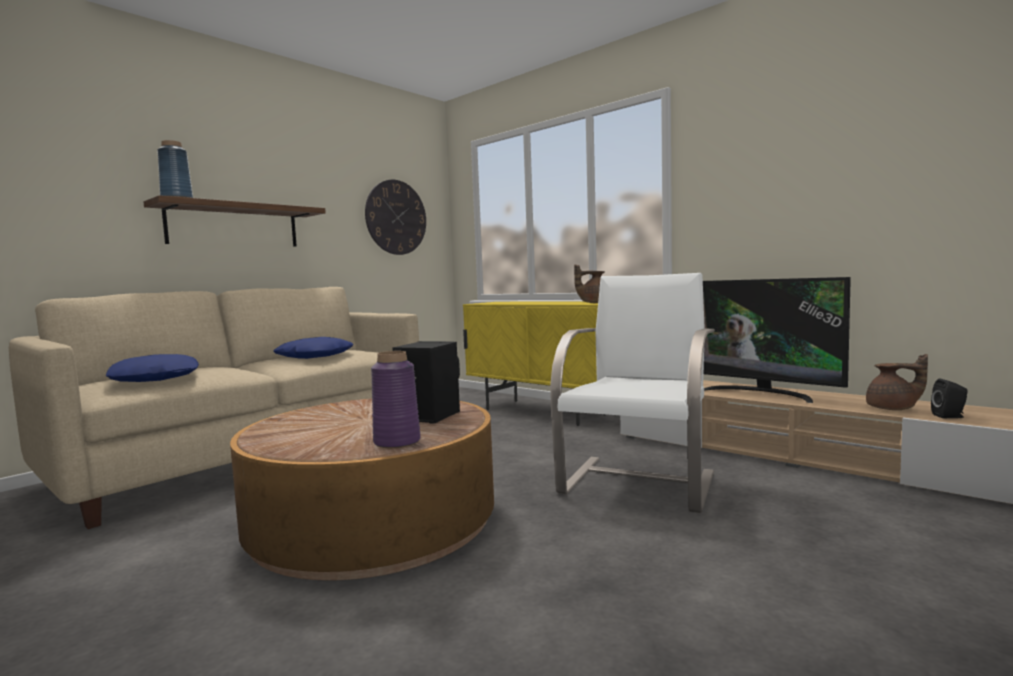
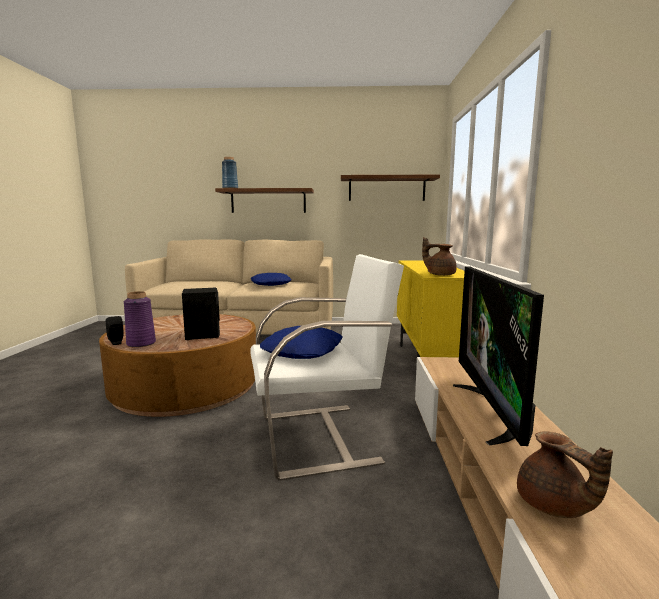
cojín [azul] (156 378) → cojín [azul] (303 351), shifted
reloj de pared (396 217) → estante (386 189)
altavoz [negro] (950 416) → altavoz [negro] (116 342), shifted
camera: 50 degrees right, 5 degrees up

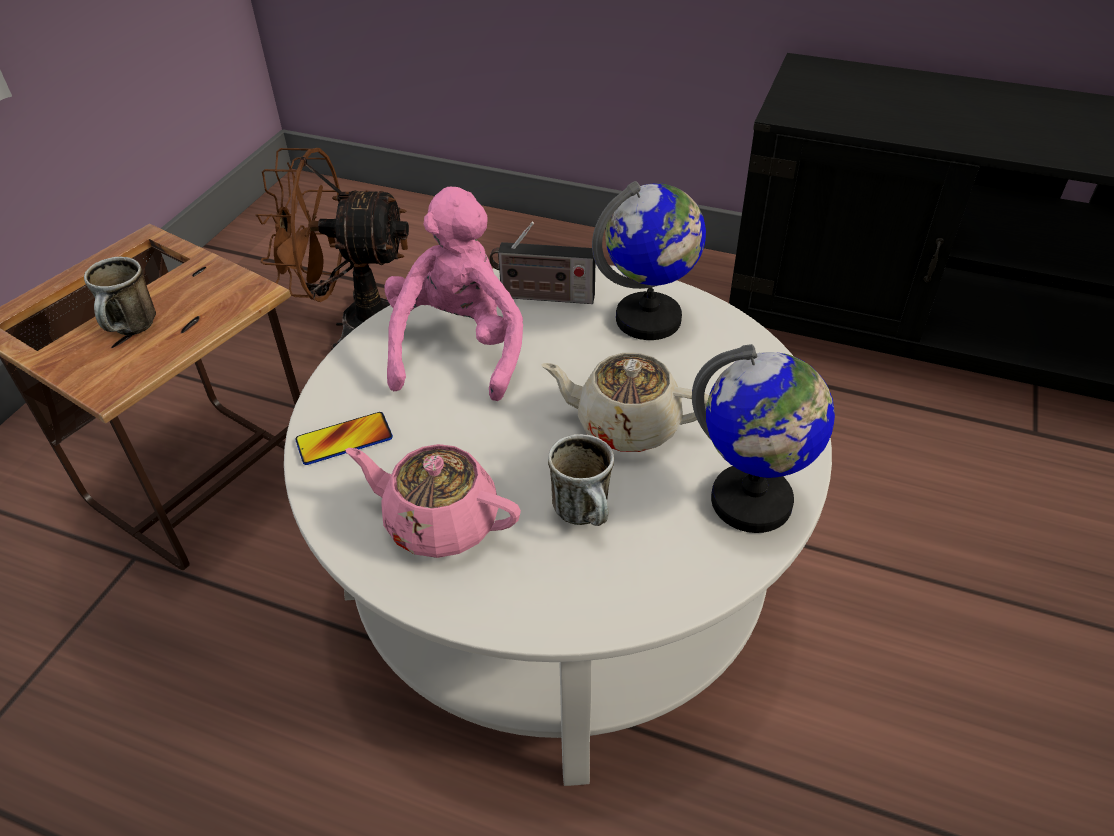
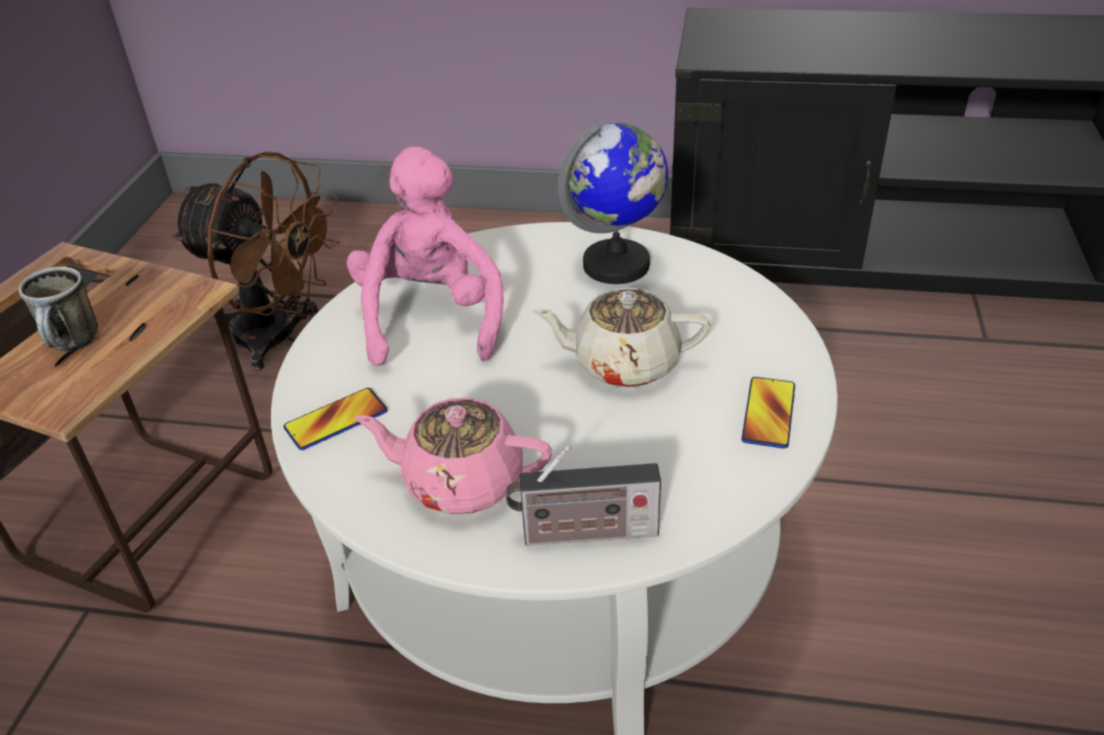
ventilador [marrón] (355 326) → ventilador [marrón] (280 338), 150 degrees counterclockwise
radio (542 296) → radio (584 534), shifted
taza grande (586 515) → -
globo terráqueo (751 502) → móvil (768 413)
camera: 10 degrees left, 5 degrees down

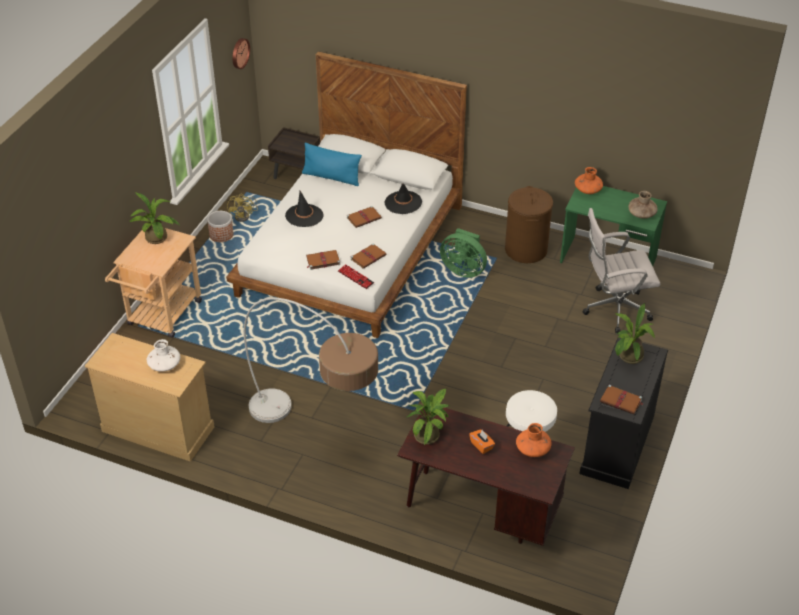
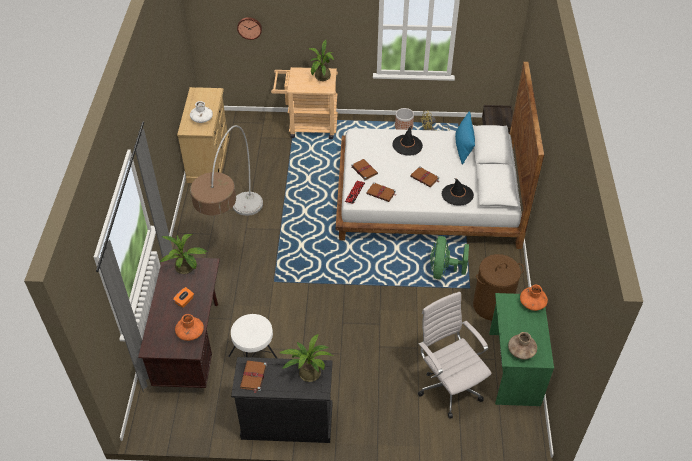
reloj de pared (239 53) → reloj de pared (249 27), shifted
camera: 70 degrees right, 5 degrees up

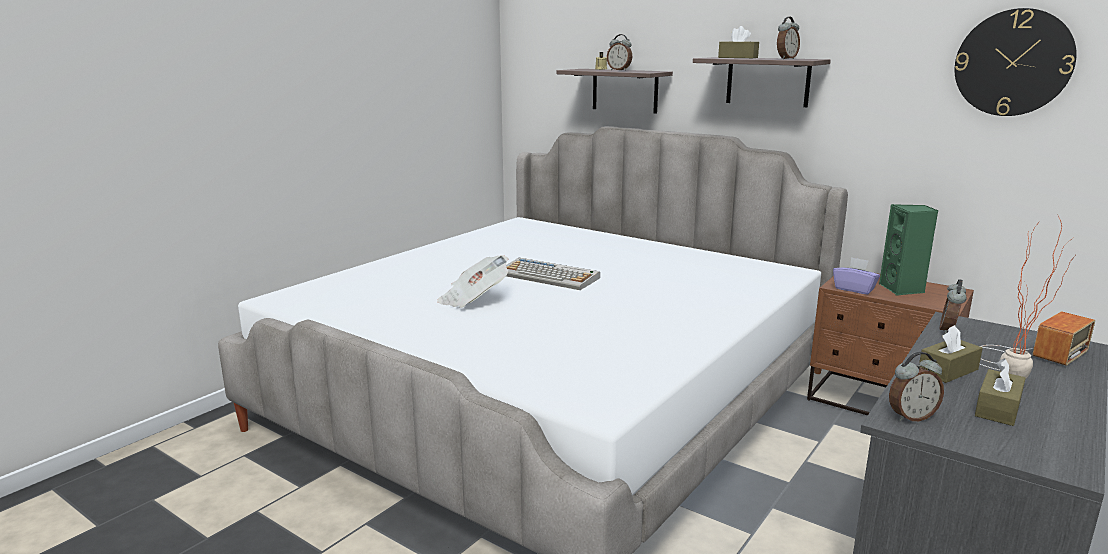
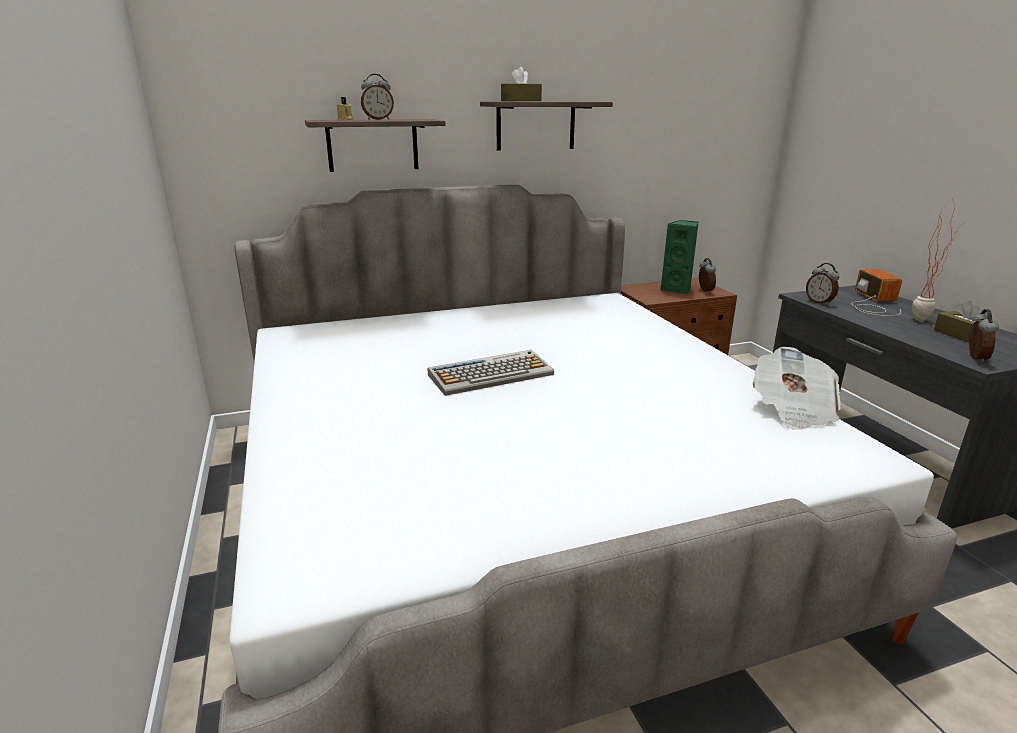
periódico (473 300) → periódico (792 409), shifted
despertador (786 58) → despertador (704 291), shifted
caja de pañuelos [morado] (854 289) → -
caja de pañuelos [marrón] (948 370) → -
reloj de pared (1013 63) → -
camera: 55 degrees left, 5 degrees up

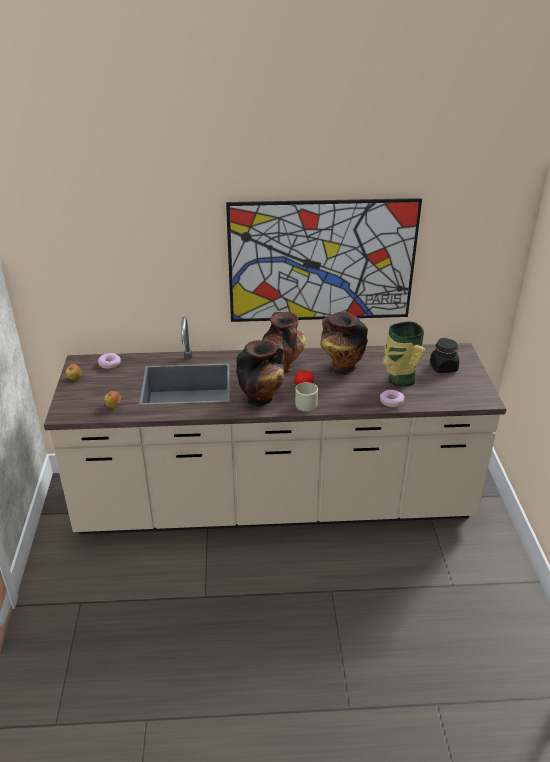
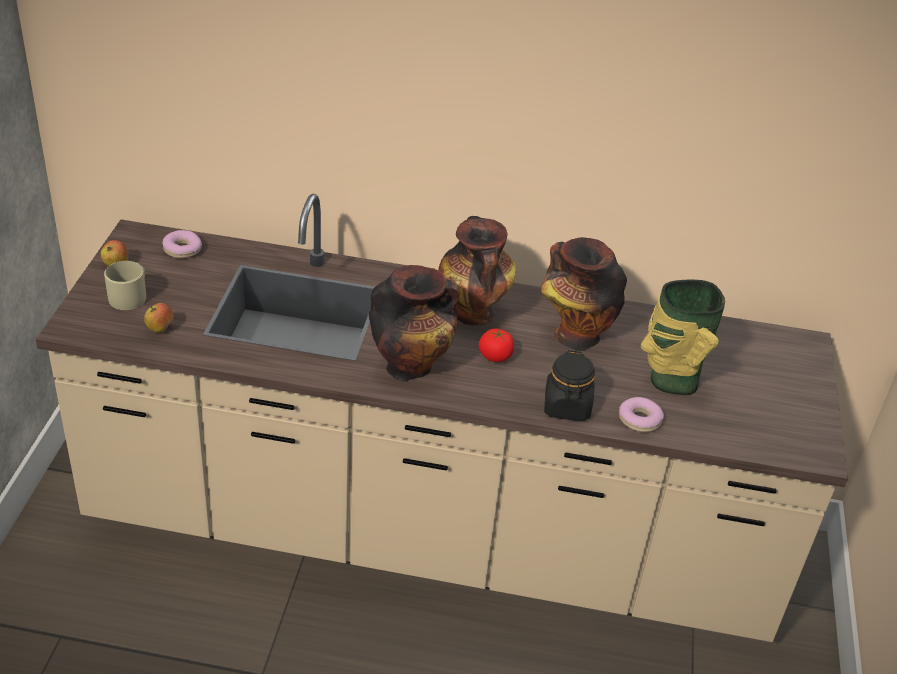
cuadro (321 262) → -
taza grande [beis] (306 403) → taza grande [beis] (130 296), shifted
tarro [negro] (443 367) → tarro [negro] (567 406), shifted
camera: 10 degrees right, 5 degrees up

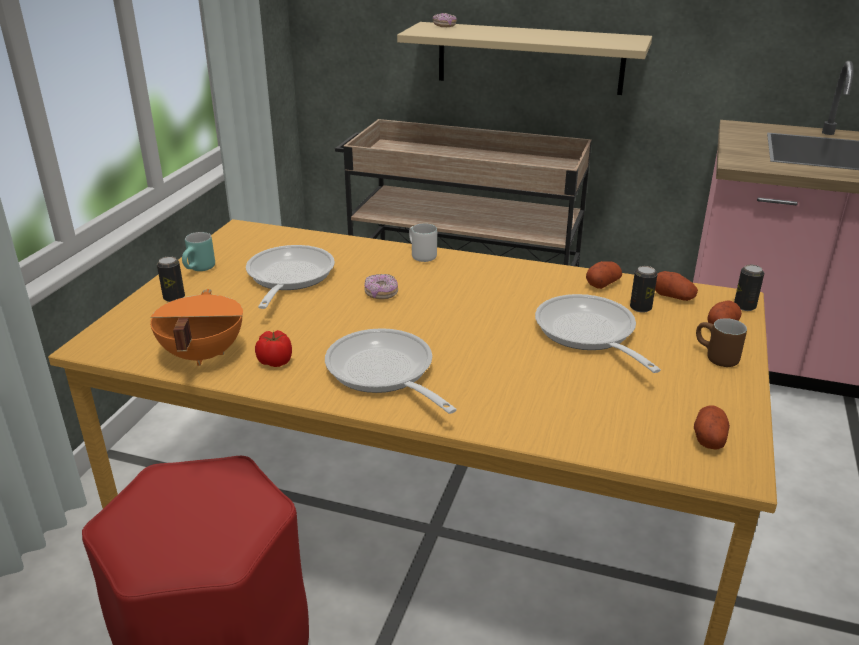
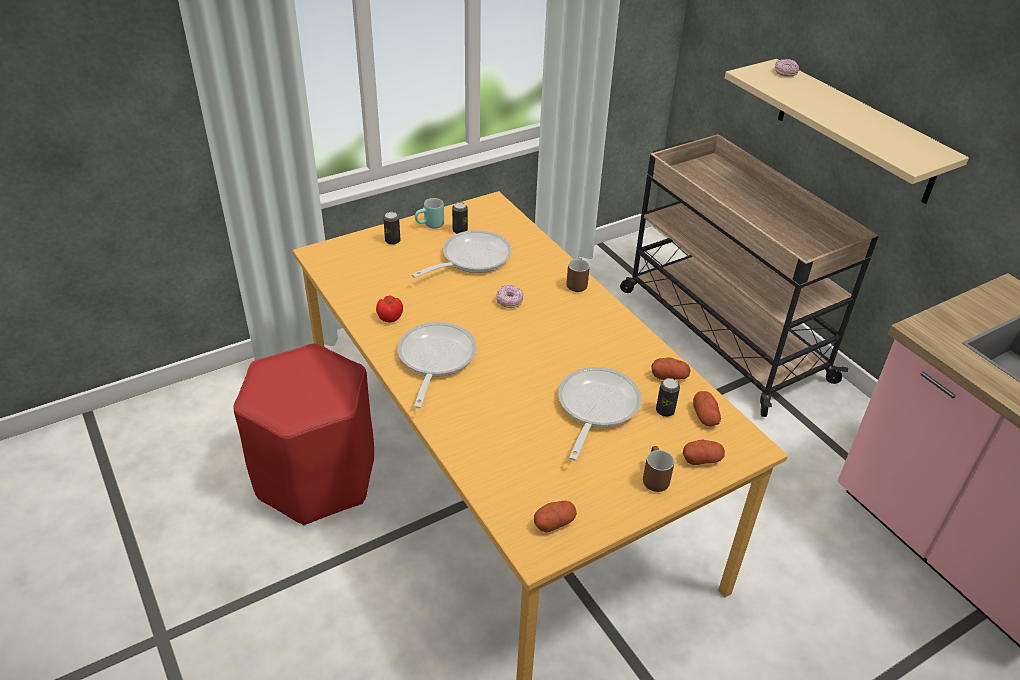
olla [naranja] (201 355) → -
taza grande [blanco] (419 256) → taza grande [marrón] (575 283)
lata (744 306) → lata (460 231), shifted
camera: 40 degrees right, 10 degrees up

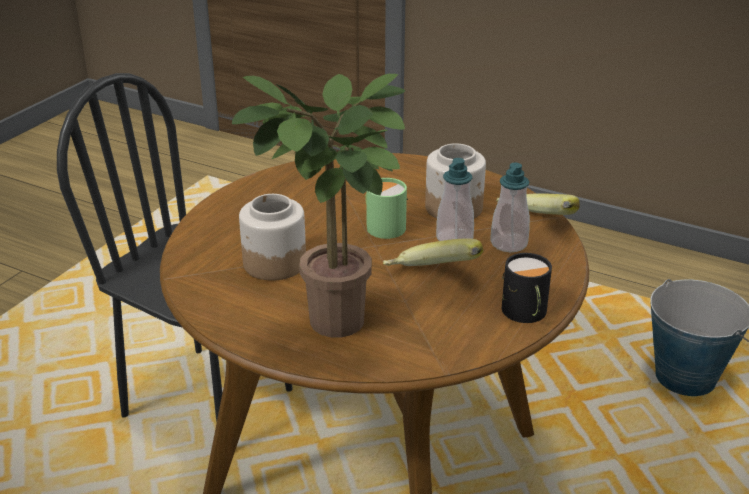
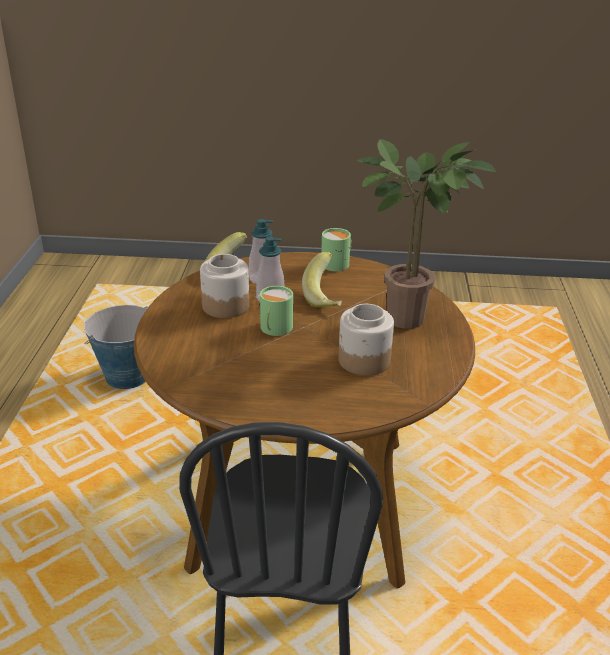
taza grande [negro] (525 313) → taza grande [verde] (338 263)
camera: 115 degrees left, 0 degrees up

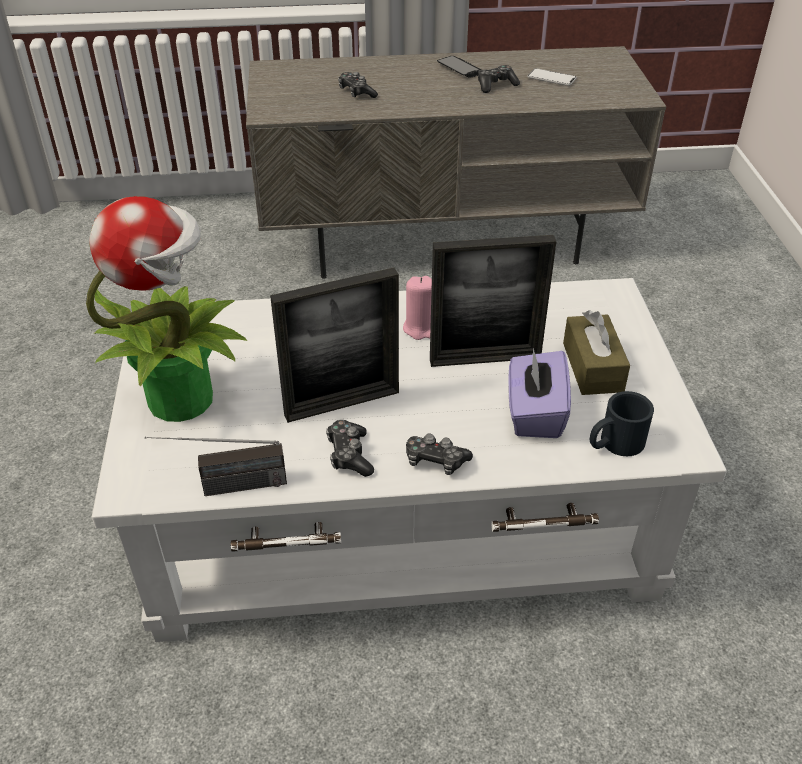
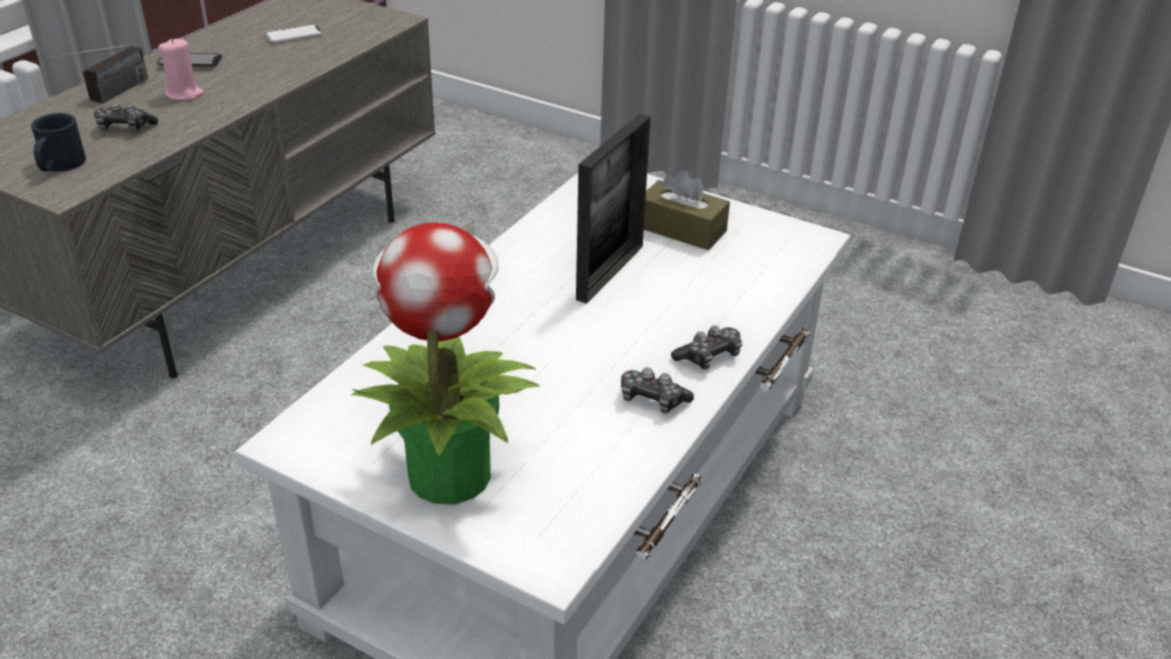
radio (222 488) → radio (108 96), shifted
portarretratos (342 403) → -
vela [rosa] (420 328) → vela [rosa] (184 94), shifted
mando de consola (496 85) → -
caja de pañuelos [morado] (534 413) → -
taza grande [negro] (614 444) → taza grande [negro] (59 166), shifted
camera: 55 degrees left, 5 degrees down

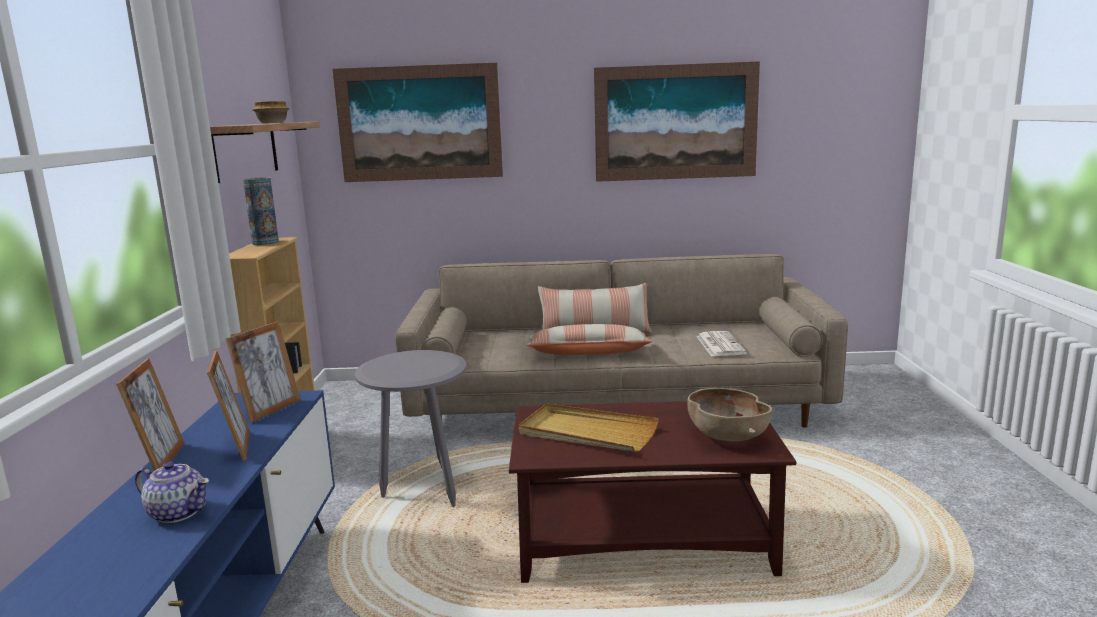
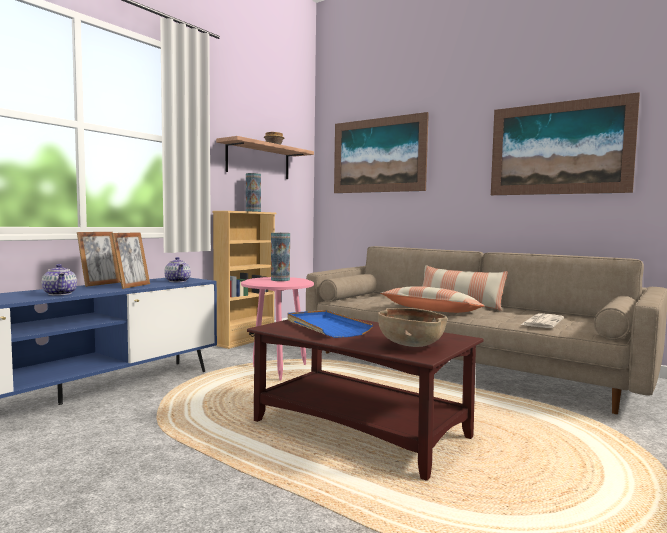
portarretratos (270 409) → tetera (178 281)
mesa auxiliar [gris] (422 491) → mesa auxiliar [rosa] (277 370)
bandeja [beis] (587 432) → bandeja [azul] (325 327)
- → florero (280 280)
camera: 35 degrees right, 10 degrees down

